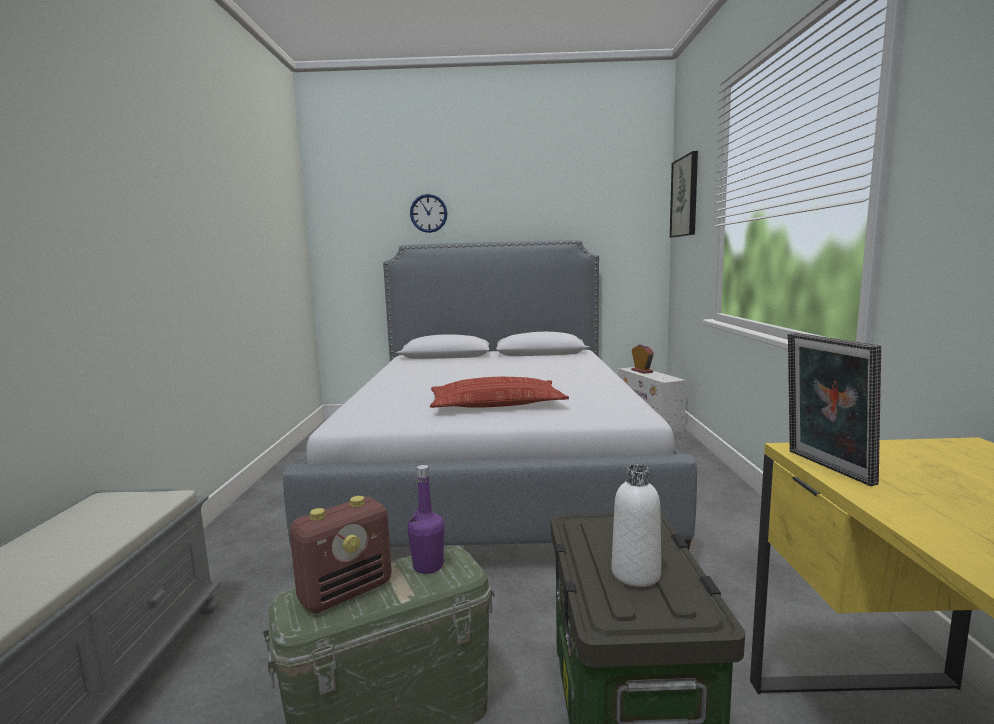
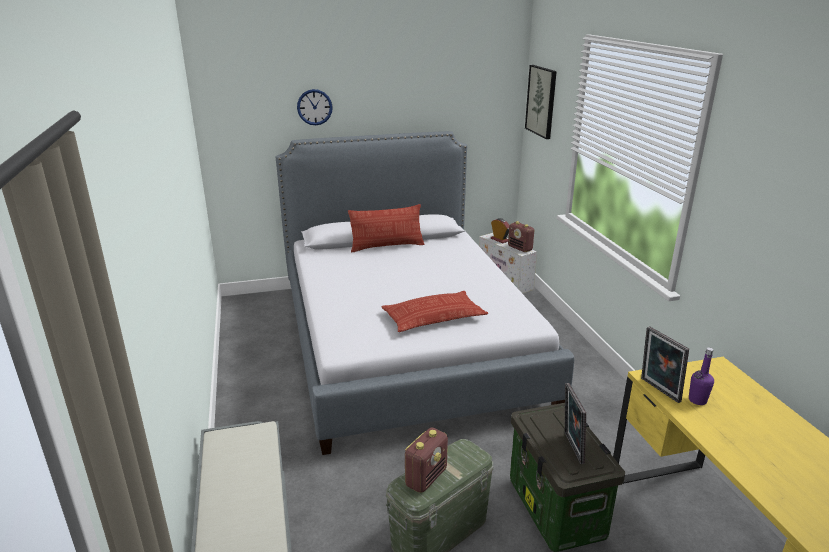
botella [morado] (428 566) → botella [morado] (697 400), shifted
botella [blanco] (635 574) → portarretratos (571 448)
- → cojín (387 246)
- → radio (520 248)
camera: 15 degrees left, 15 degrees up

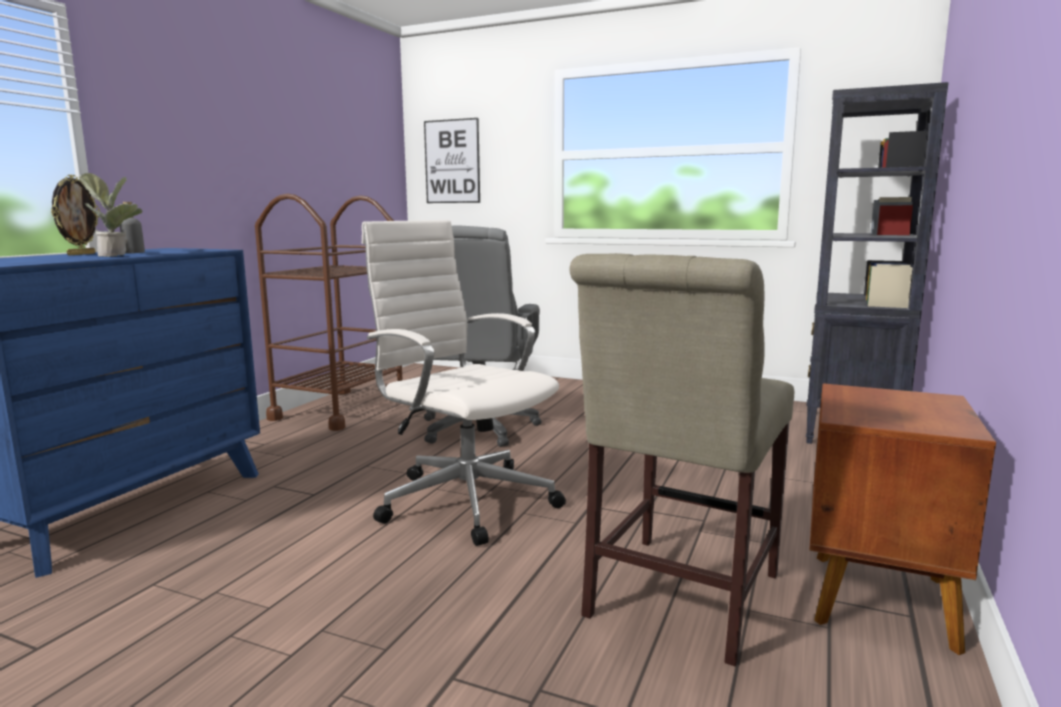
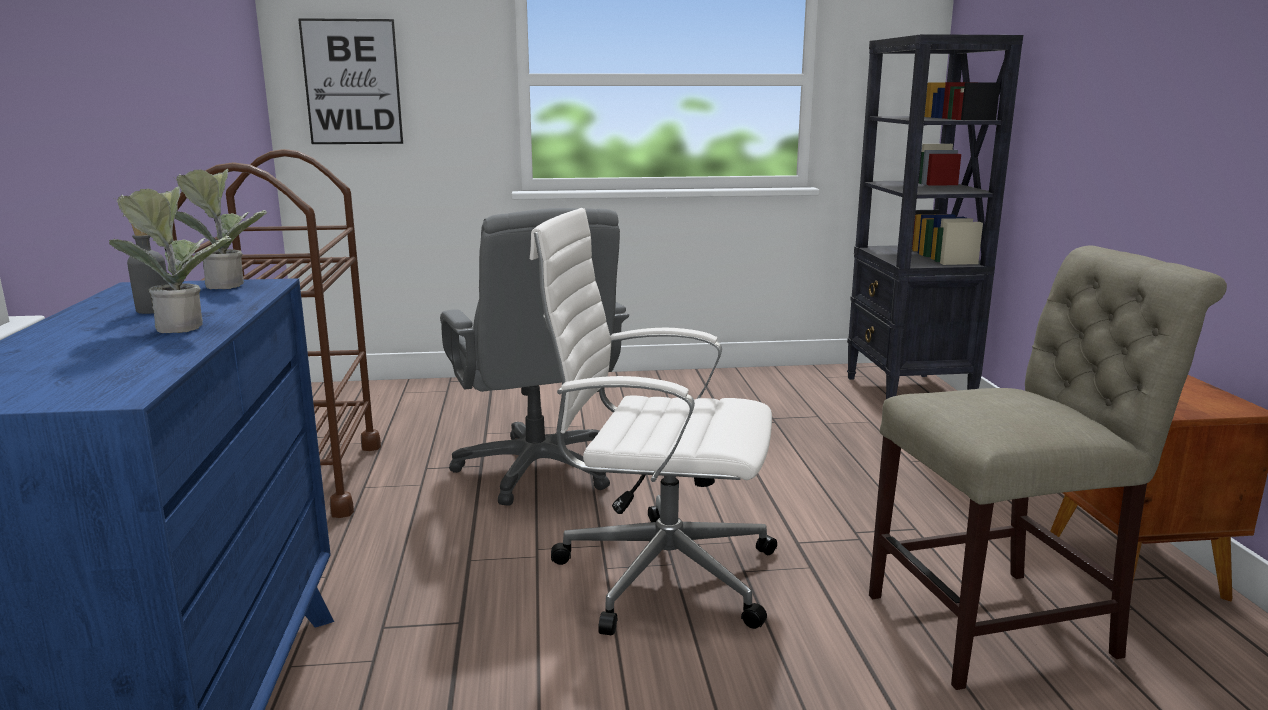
portarretratos (81 254) → -
silla [beis] (677 600) → silla [beis] (1003 624), 105 degrees counterclockwise
- → planta en maceta (228 284)
camera: 30 degrees left, 5 degrees up

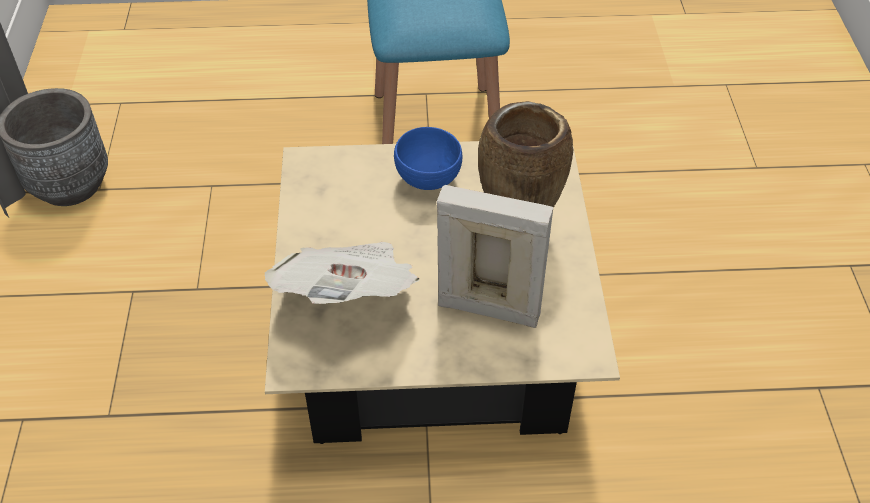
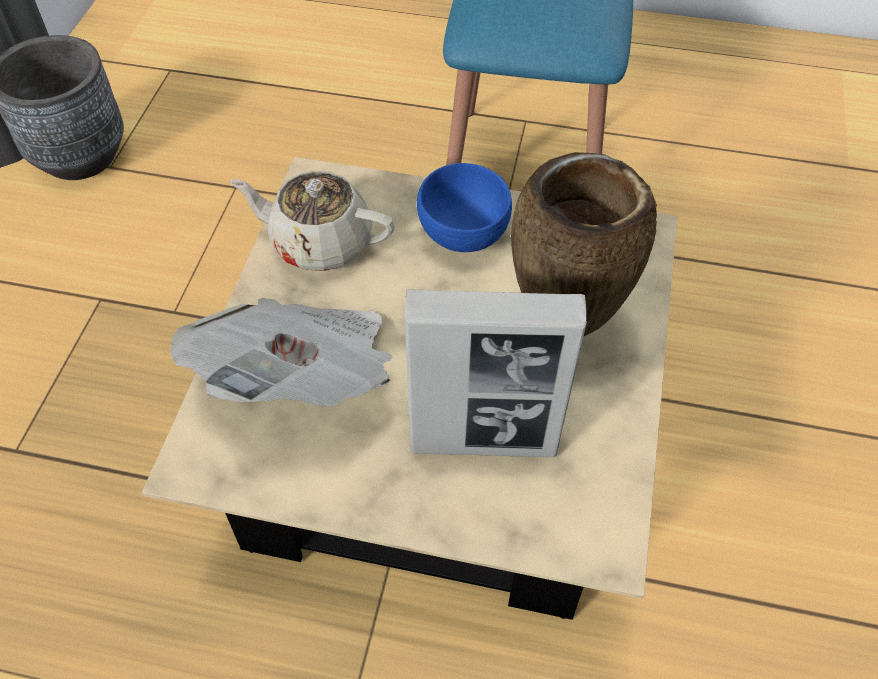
portarretratos (488 309) → portarretratos (484 442), 150 degrees clockwise
- → tetera [beis] (319 242)
camera: 15 degrees right, 5 degrees up

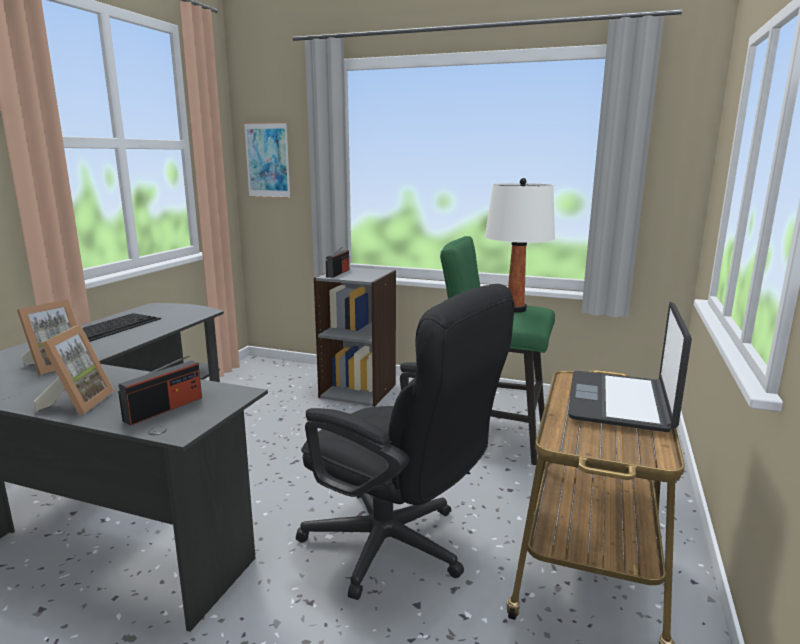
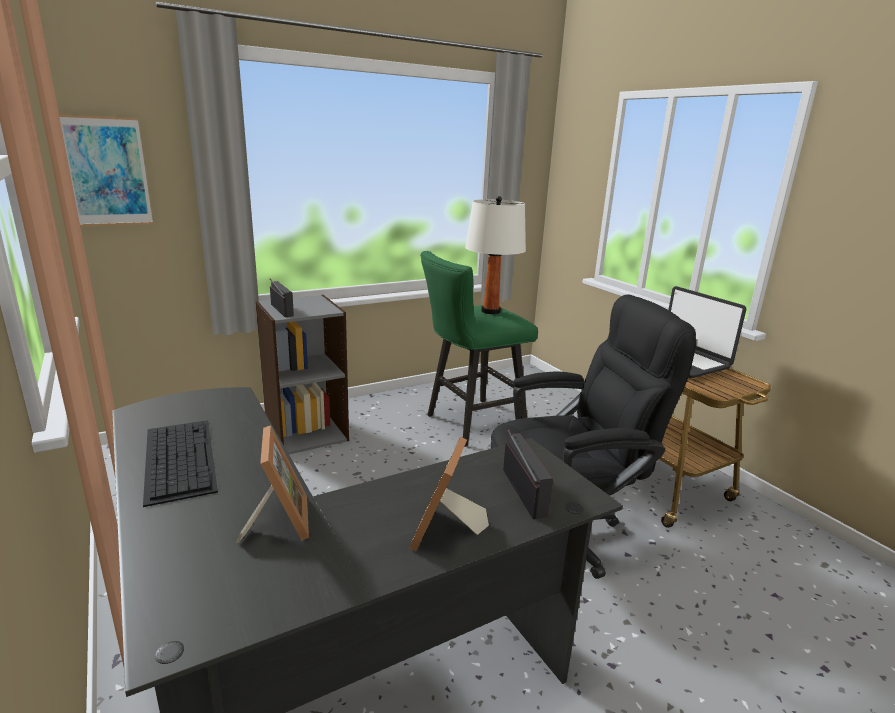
portarretratos (77 403) → portarretratos (446 533), 120 degrees counterclockwise
camera: 50 degrees left, 5 degrees up

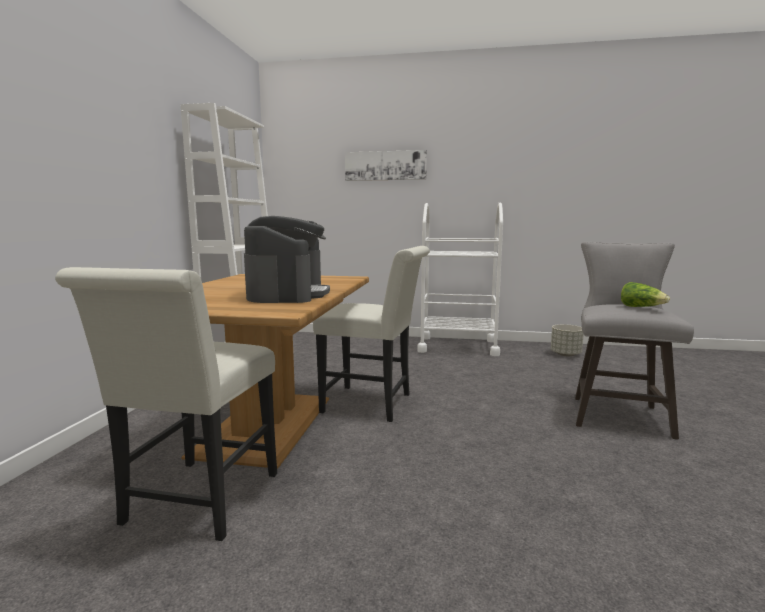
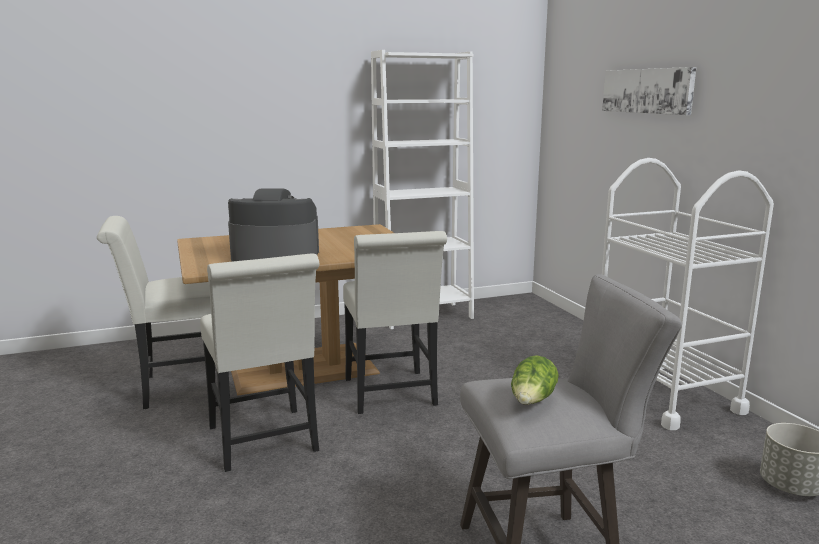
cafetera (288 294) → cafetera (275 256), 150 degrees counterclockwise
- → silla [blanco] (265 443)
camera: 60 degrees right, 5 degrees up

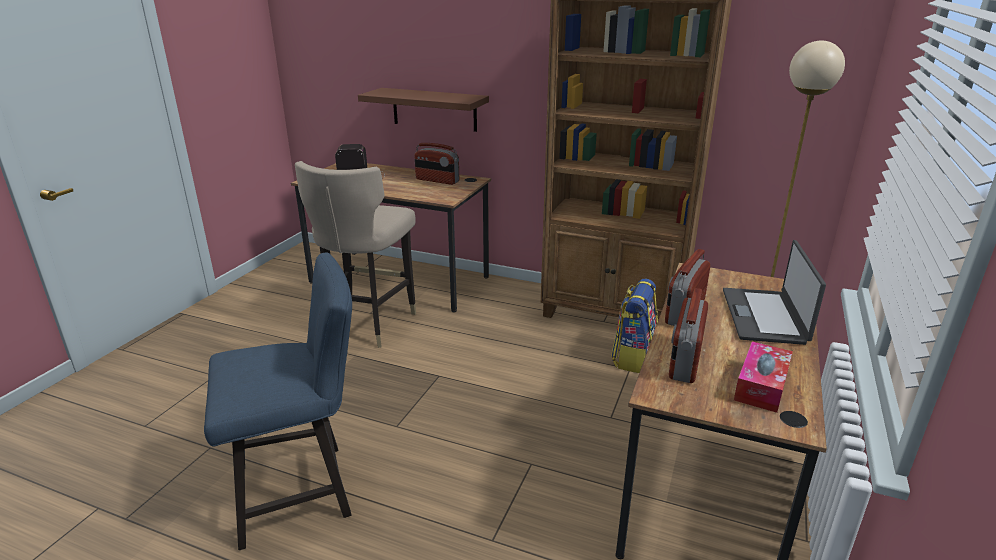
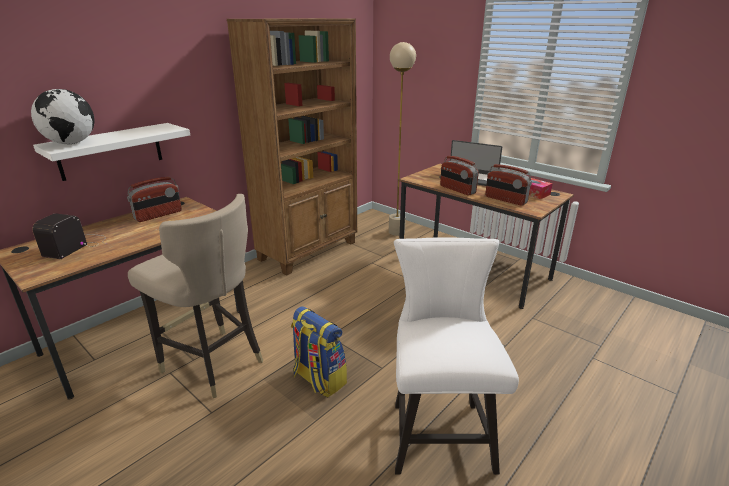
silla [azul] (303 490) → silla [blanco] (439 429)
estante [marrón] (434 109) → estante [blanco] (111 151)
mochila (633 357) → mochila (318 379), shifted
- → globo terráqueo (71 143)
camera: 70 degrees left, 0 degrees up

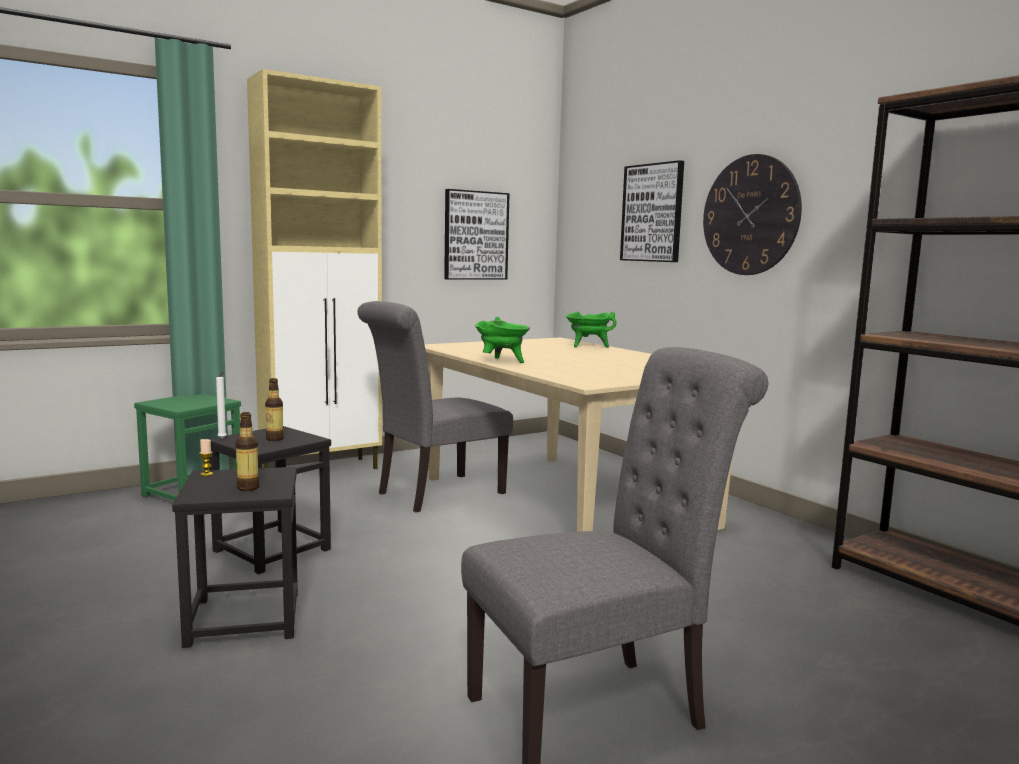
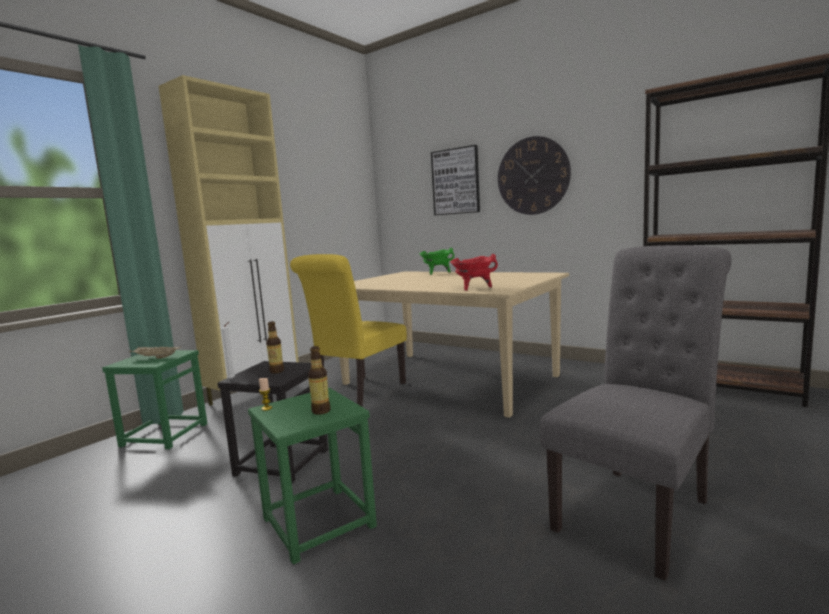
taburete [negro] (243 618) → taburete [verde] (317 523)
silla [gris] (434 494) → silla [amarillo] (358 393)
cuadro (475 235) → -
olla [verde] (502 361) → -
- → bandeja [beis] (156 358)
- → olla [rojo] (473 288)
camera: 20 degrees left, 0 degrees up

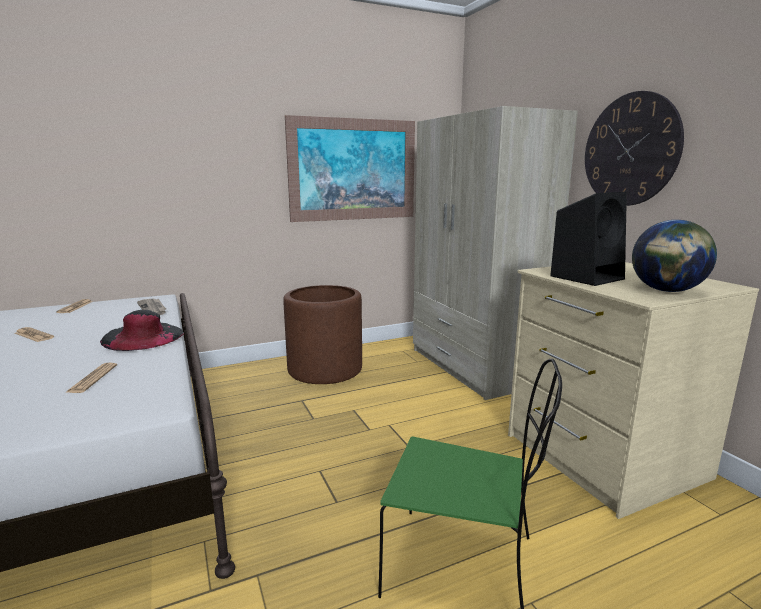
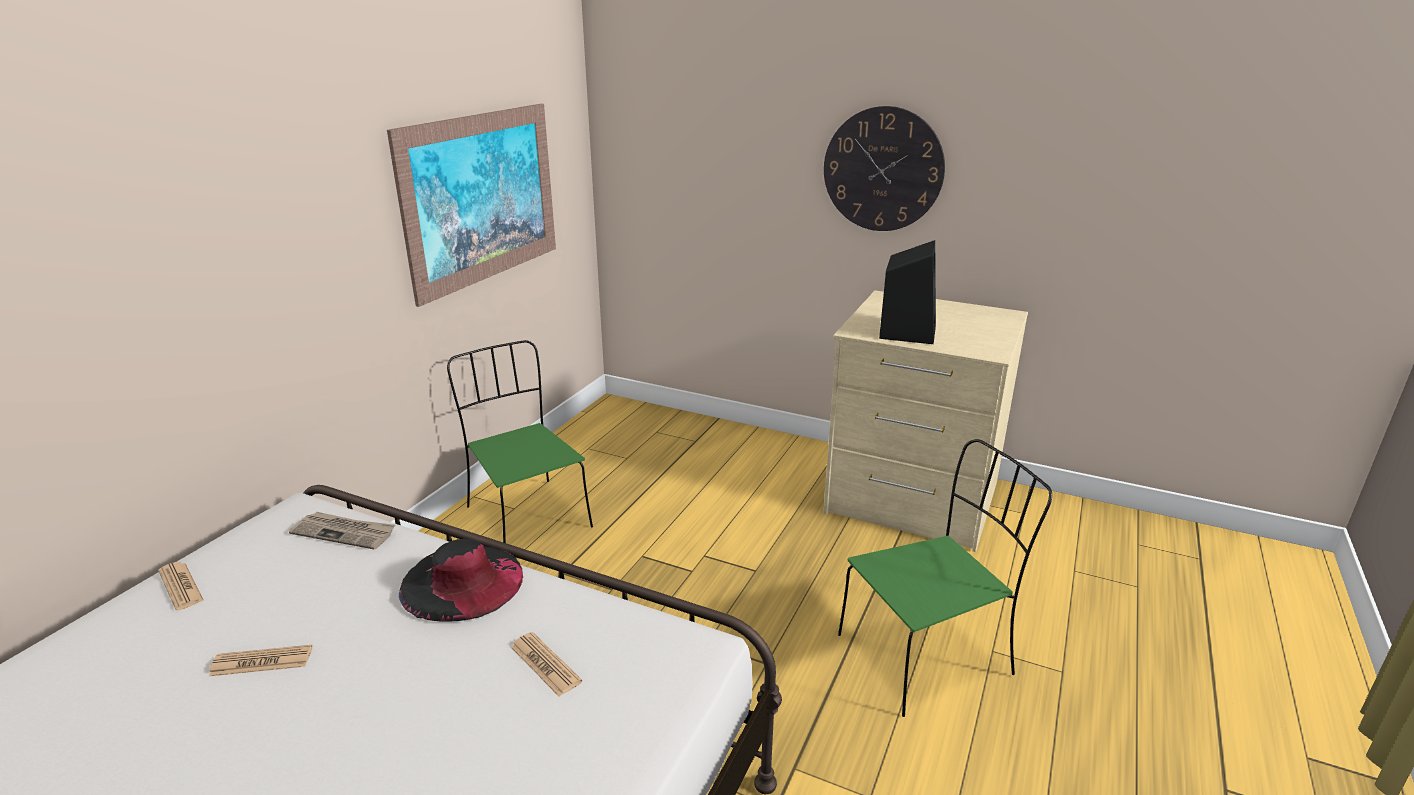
maceta [marrón] (325 369) → silla [verde] (526 516)
armario ropero [beis] (474 366) → -
globo terráqueo (667 291) → -
camera: 40 degrees left, 10 degrees up

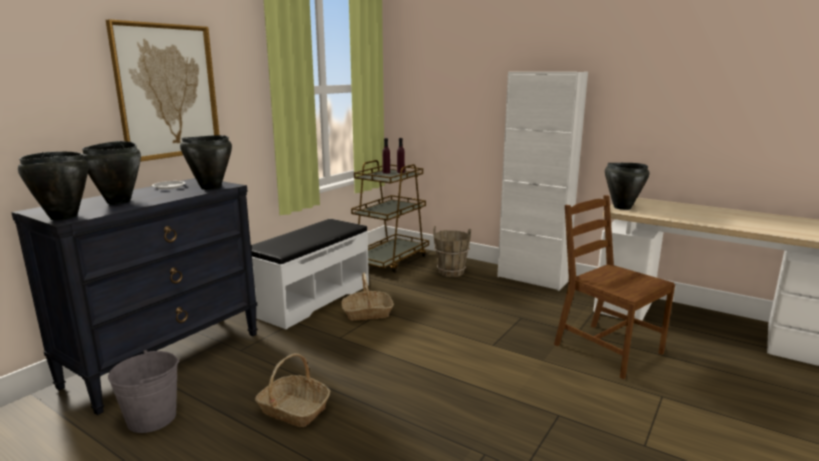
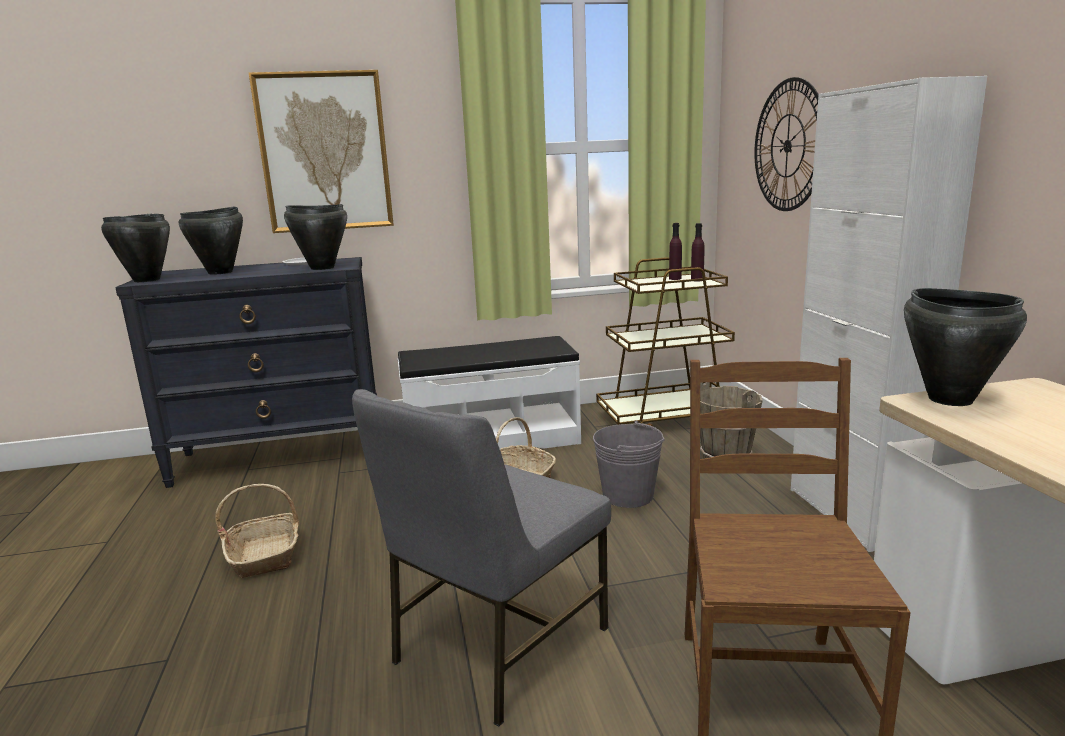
cubo [gris] (152 418) → cubo [gris] (628 495), shifted
- → silla [gris] (496 645)
- → reloj de pared (788 146)
camera: 45 degrees right, 0 degrees up

